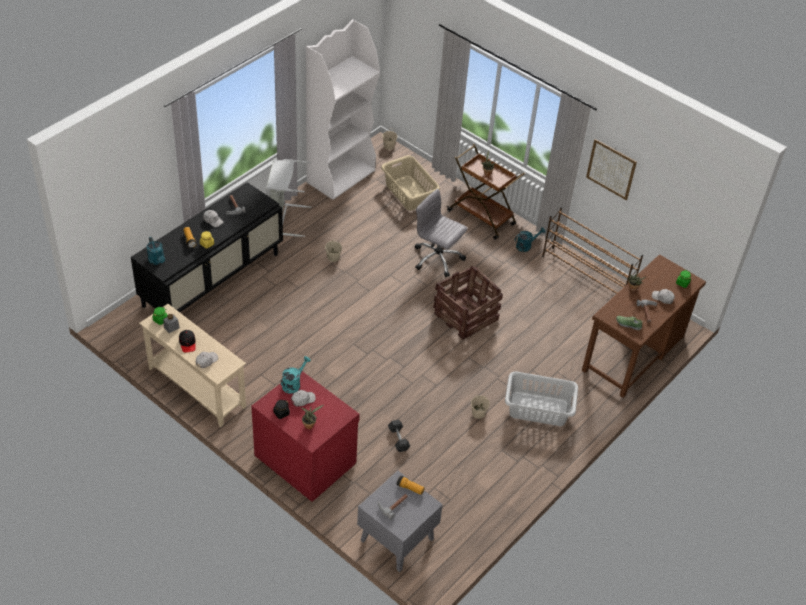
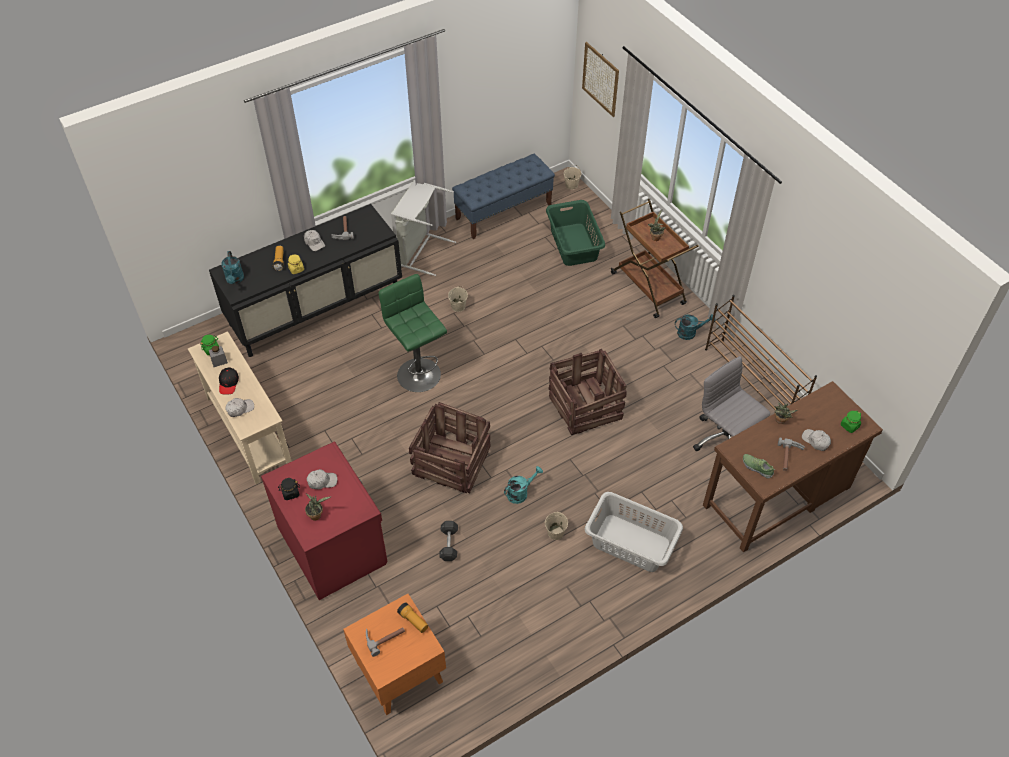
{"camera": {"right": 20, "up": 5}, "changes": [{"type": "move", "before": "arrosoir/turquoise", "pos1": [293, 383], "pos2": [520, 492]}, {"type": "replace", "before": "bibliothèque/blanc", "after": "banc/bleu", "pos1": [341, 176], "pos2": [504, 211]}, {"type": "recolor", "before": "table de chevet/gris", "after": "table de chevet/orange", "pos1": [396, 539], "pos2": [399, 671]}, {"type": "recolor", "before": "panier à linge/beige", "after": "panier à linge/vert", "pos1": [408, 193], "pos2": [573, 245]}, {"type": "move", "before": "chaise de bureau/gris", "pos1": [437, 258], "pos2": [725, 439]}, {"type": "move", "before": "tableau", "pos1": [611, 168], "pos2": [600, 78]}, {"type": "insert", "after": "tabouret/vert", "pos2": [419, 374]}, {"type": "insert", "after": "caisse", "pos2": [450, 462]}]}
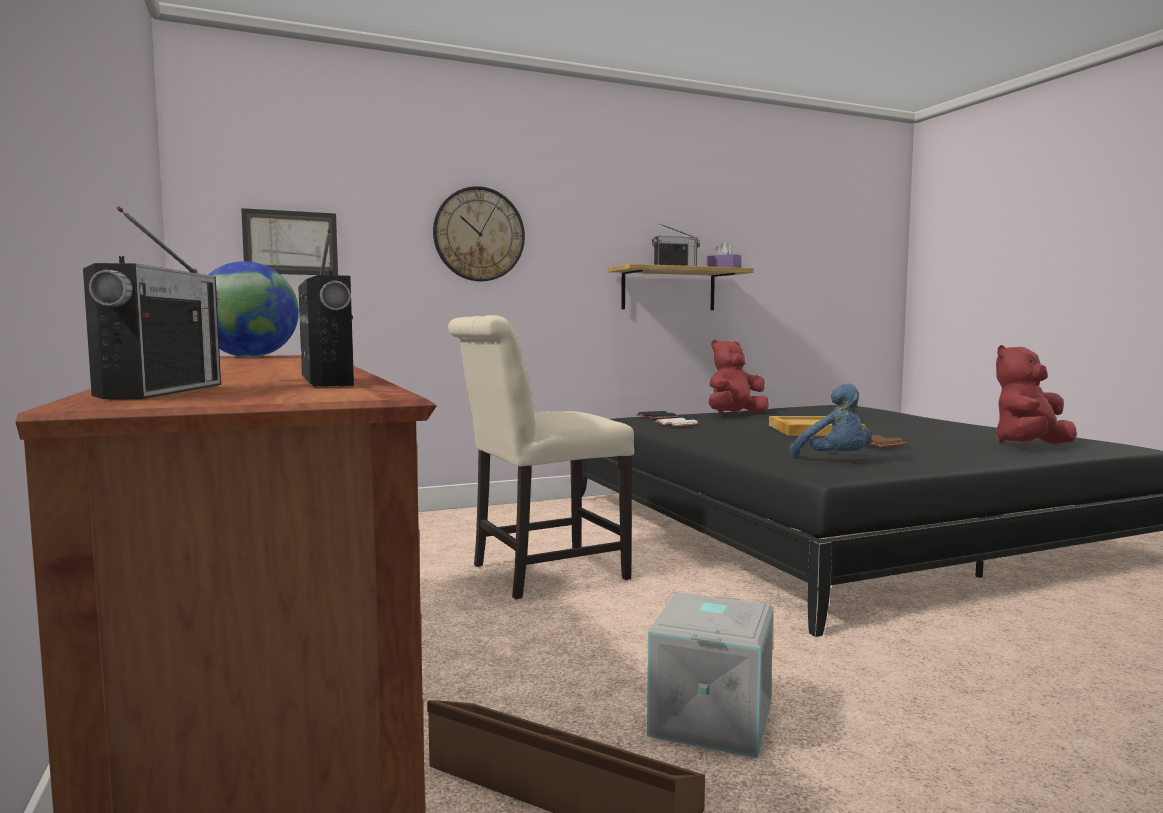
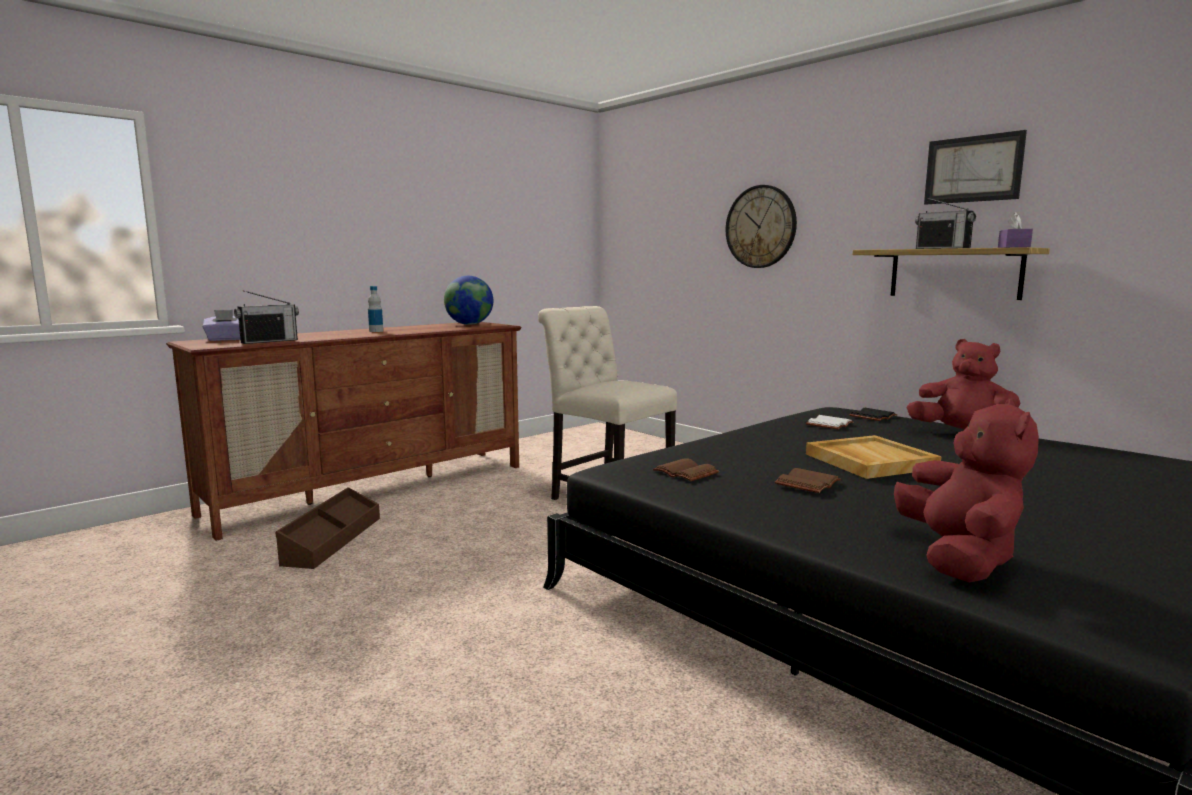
{"camera": {"right": 70, "up": 5}, "changes": [{"type": "replace", "before": "radio", "after": "boîte à mouchoirs/violet", "pos1": [163, 391], "pos2": [226, 339]}, {"type": "move", "before": "tableau", "pos1": [290, 243], "pos2": [973, 169]}, {"type": "delete", "before": "boîte de rangement/gris", "pos1": [709, 718]}, {"type": "replace", "before": "peluche/bleu", "after": "livre/marron", "pos1": [835, 460], "pos2": [684, 472]}, {"type": "rotate", "before": "peluche/rouge", "pos1": [1030, 446], "pos2": [958, 558], "turn": 60}, {"type": "insert", "after": "bouteille", "pos2": [376, 331]}]}
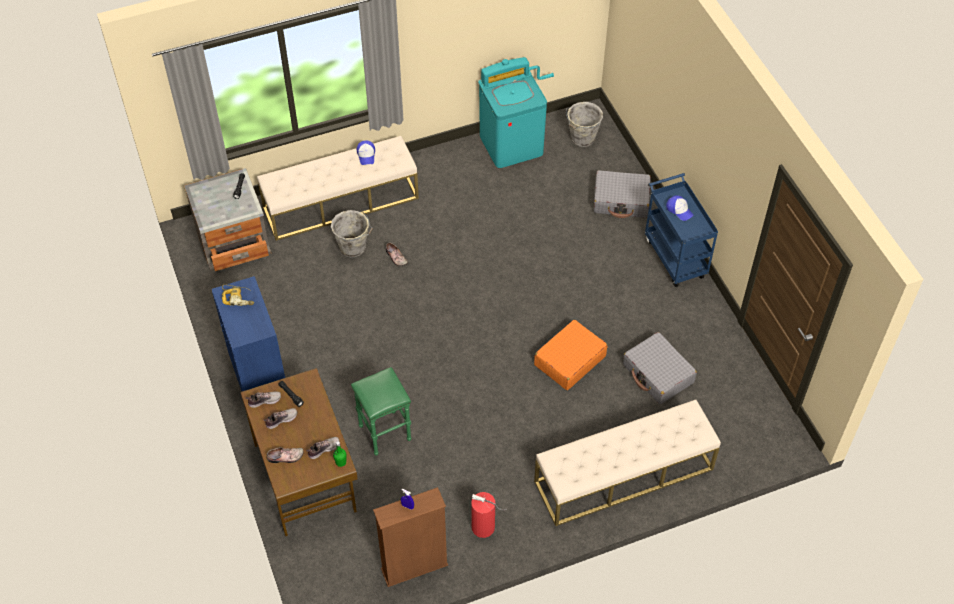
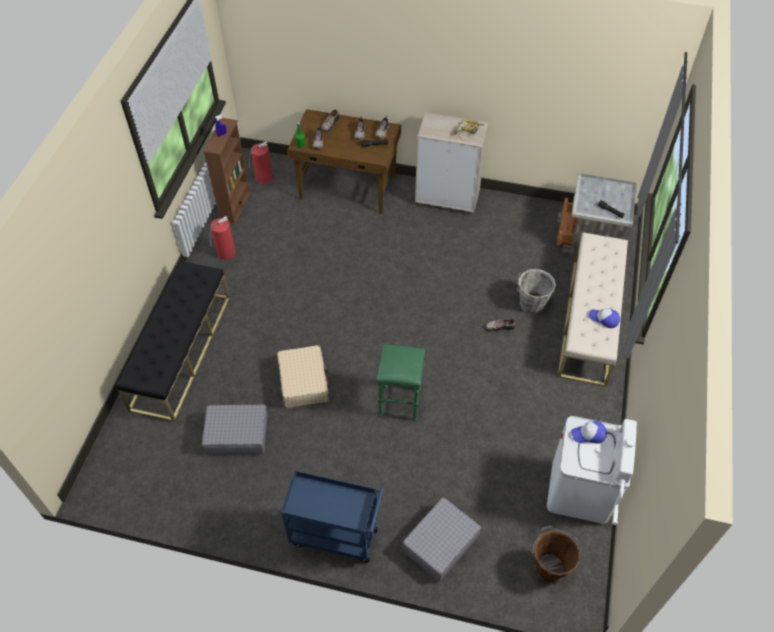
{"camera": {"right": 125, "up": 0}, "changes": [{"type": "recolor", "before": "meuble de rangement/bleu", "after": "meuble de rangement/beige", "pos1": [258, 376], "pos2": [448, 199]}, {"type": "move", "before": "tabouret/vert", "pos1": [386, 433], "pos2": [399, 403]}, {"type": "recolor", "before": "lave-linge/turquoise", "after": "lave-linge/blanc", "pos1": [512, 145], "pos2": [580, 493]}, {"type": "recolor", "before": "valise/orange", "after": "valise/beige", "pos1": [569, 360], "pos2": [303, 381]}, {"type": "recolor", "before": "banc/beige", "after": "banc/noir", "pos1": [623, 475], "pos2": [181, 351]}, {"type": "recolor", "before": "seau/gris", "after": "seau/marron", "pos1": [582, 138], "pos2": [549, 566]}, {"type": "move", "before": "casquette", "pos1": [679, 210], "pos2": [589, 434]}, {"type": "insert", "after": "extincteur", "pos2": [263, 178]}]}
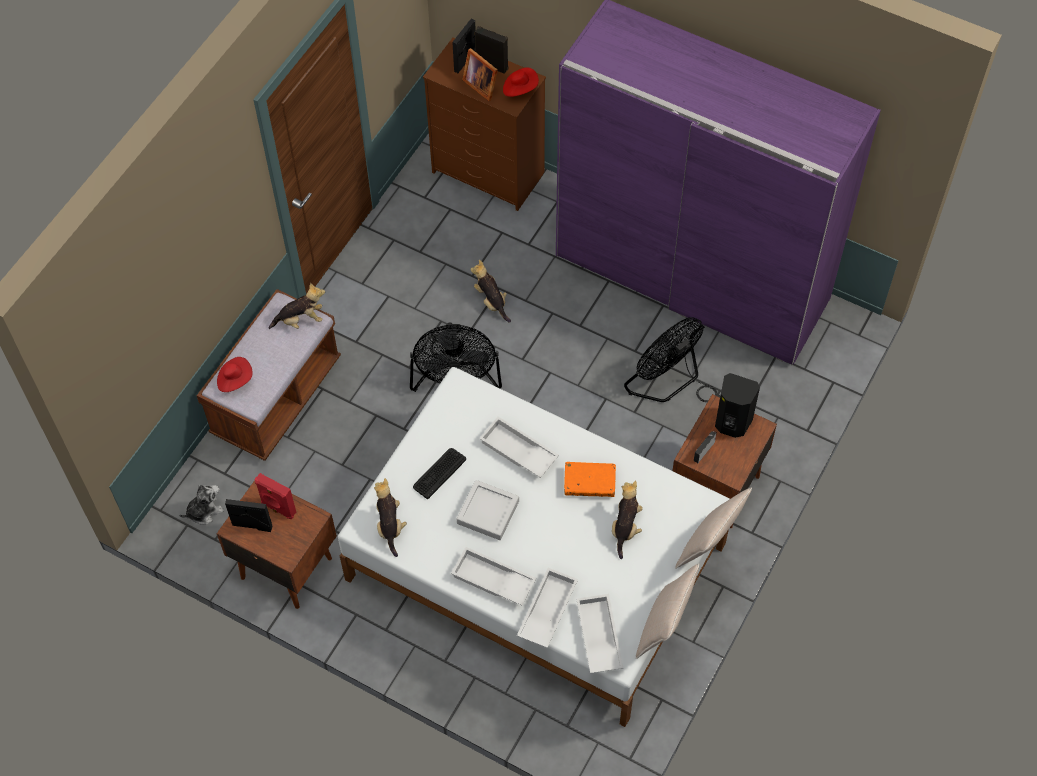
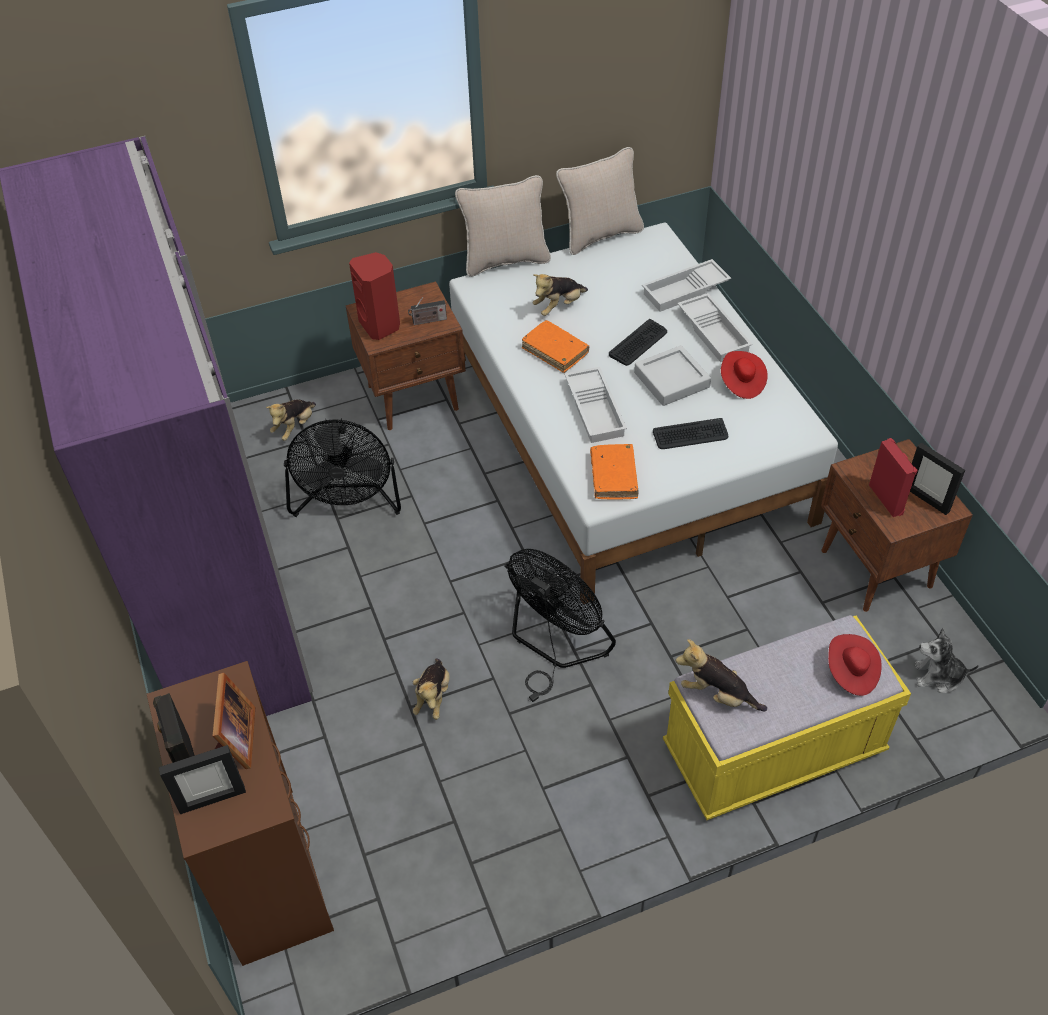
{"camera": {"right": -140, "up": -10}, "changes": [{"type": "recolor", "before": "banc/marron", "after": "banc/jaune", "pos1": [276, 398], "pos2": [773, 751]}, {"type": "move", "before": "peluche", "pos1": [390, 525], "pos2": [294, 427]}, {"type": "move", "before": "chapeau/rouge", "pos1": [520, 89], "pos2": [741, 383]}, {"type": "delete", "before": "plateau/blanc", "pos1": [597, 636]}, {"type": "recolor", "before": "enceinte/noir", "after": "enceinte/rouge", "pos1": [732, 423], "pos2": [381, 325]}, {"type": "insert", "after": "livre/orange", "pos2": [613, 477]}, {"type": "insert", "after": "clavier", "pos2": [638, 343]}]}
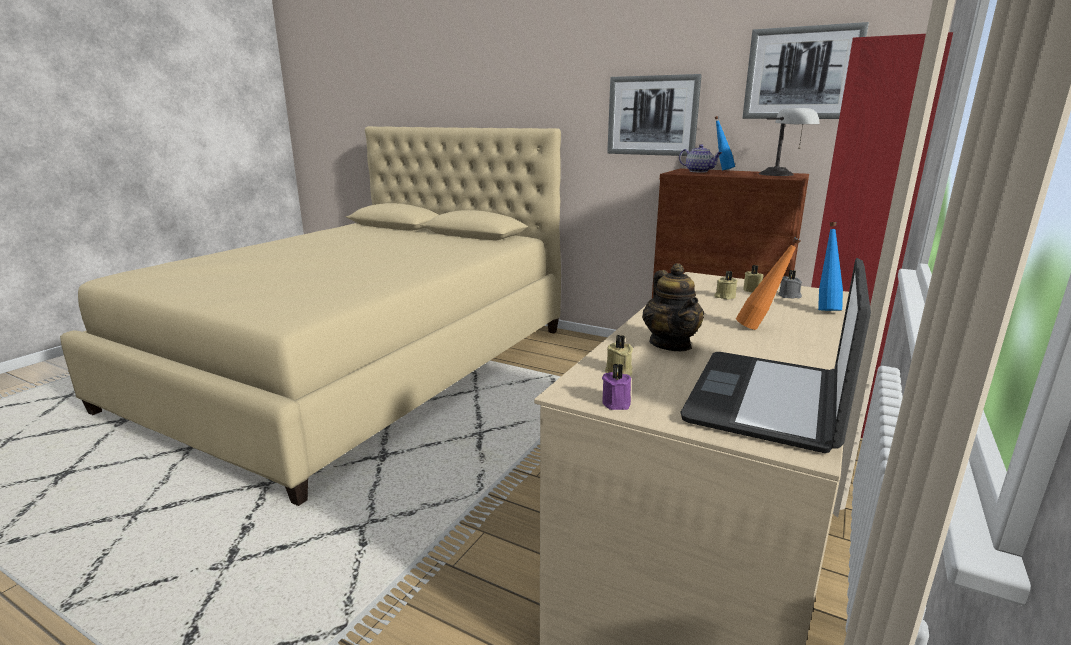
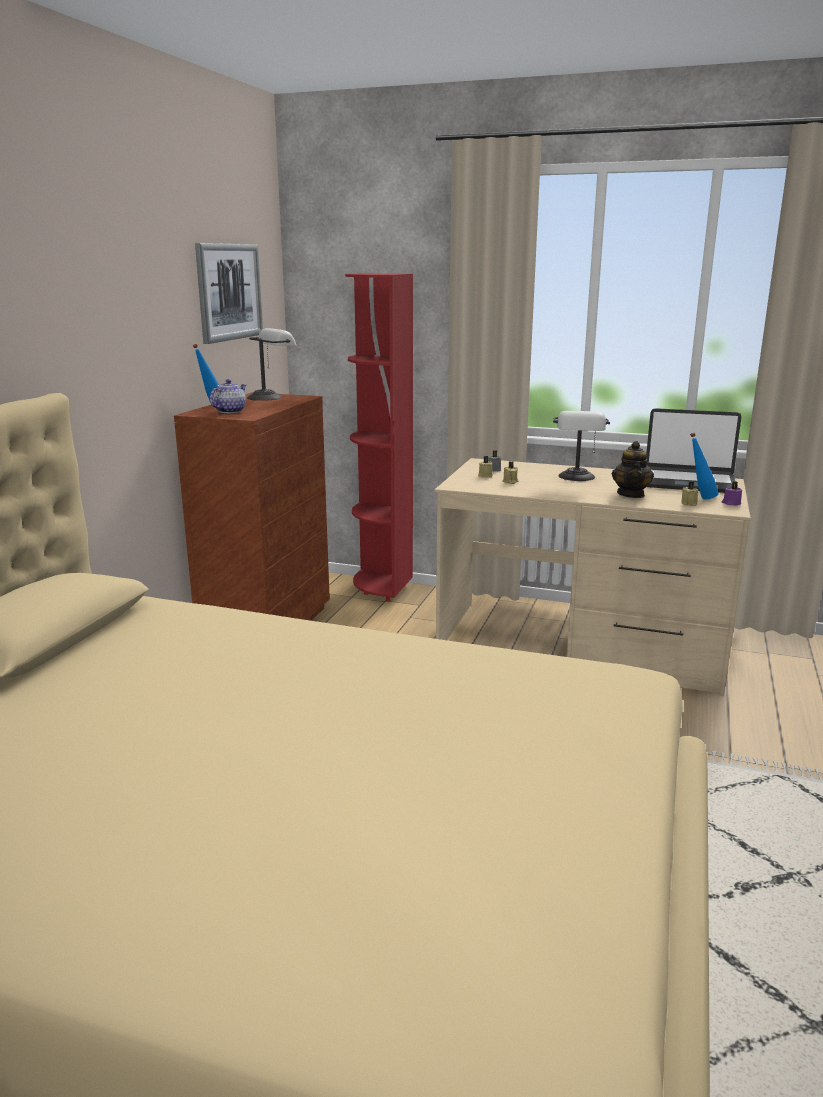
{"camera": {"right": -100, "up": 0}, "changes": [{"type": "delete", "before": "tableau", "pos1": [652, 116]}, {"type": "rotate", "before": "théière", "pos1": [670, 344], "pos2": [631, 494], "turn": 120}, {"type": "replace", "before": "bouteille/orange", "after": "lampe de table", "pos1": [760, 328], "pos2": [578, 478]}, {"type": "move", "before": "bouteille/bleu", "pos1": [825, 309], "pos2": [700, 498]}]}
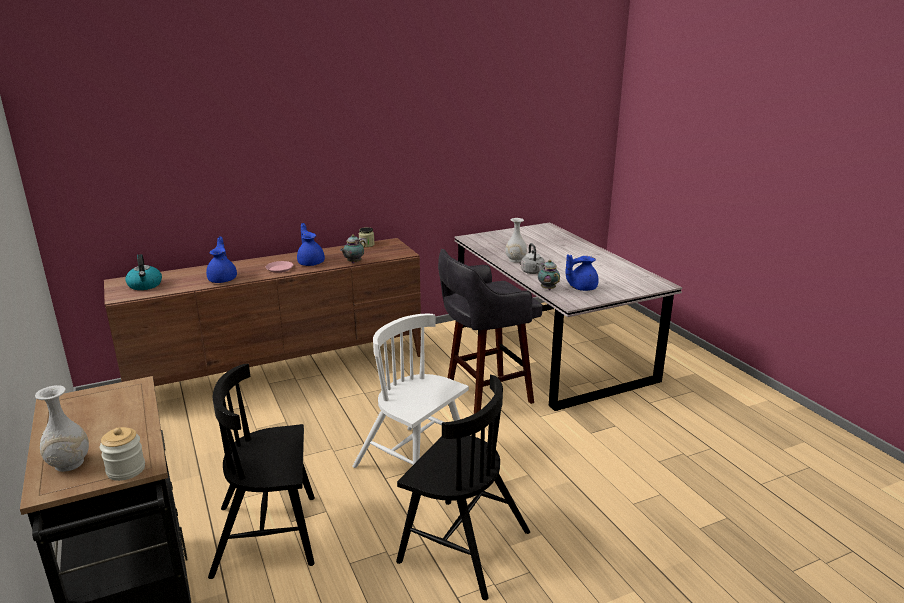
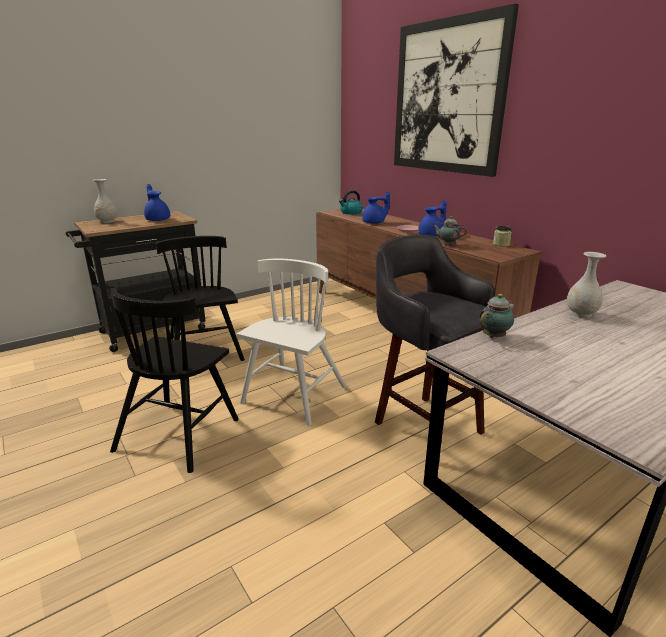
{"camera": {"right": 80, "up": 0}, "changes": [{"type": "delete", "before": "bocal", "pos1": [126, 470]}, {"type": "delete", "before": "bouilloire/gris", "pos1": [532, 272]}, {"type": "move", "before": "théière/bleu", "pos1": [581, 288], "pos2": [158, 219]}, {"type": "insert", "after": "tableau", "pos2": [447, 98]}]}
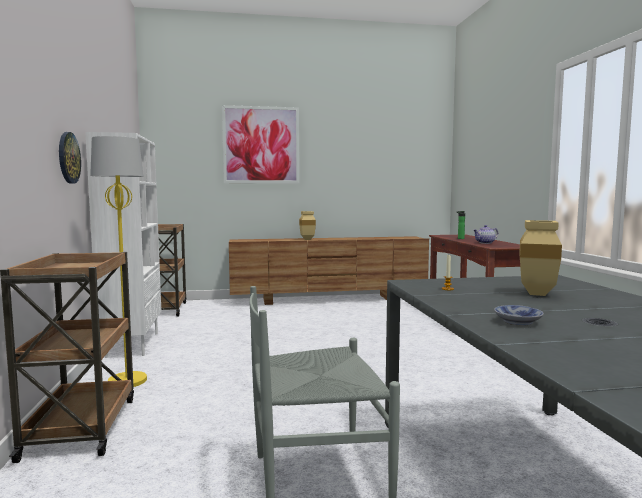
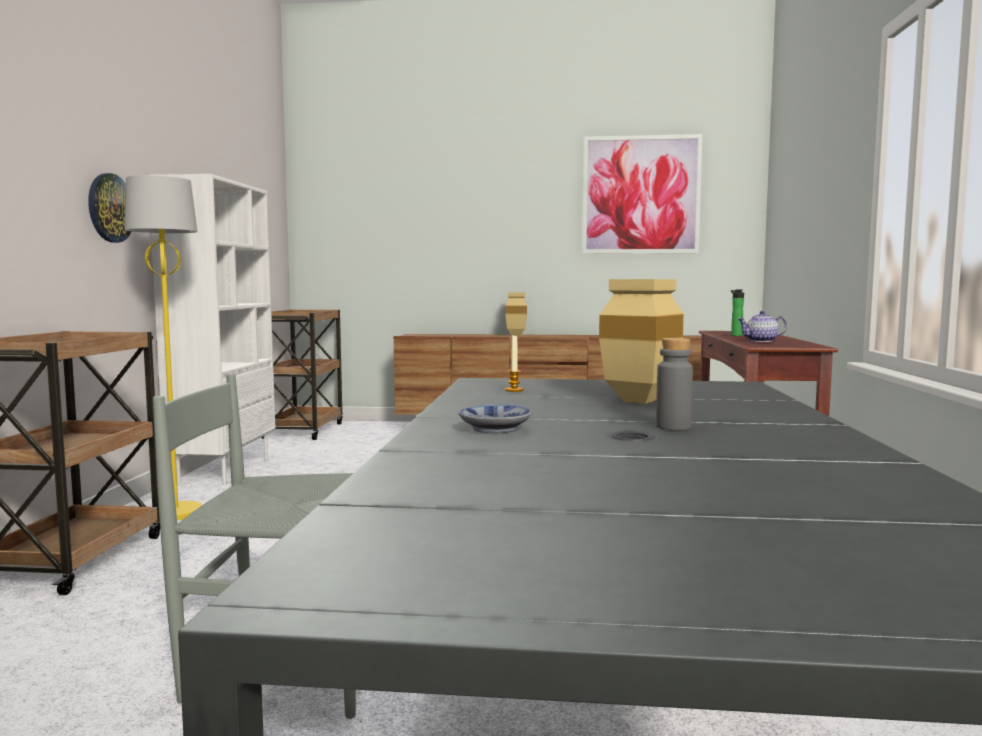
{"camera": {"right": 15, "up": 0}, "changes": [{"type": "move", "before": "tableau", "pos1": [261, 145], "pos2": [641, 195]}, {"type": "insert", "after": "bouteille/gris", "pos2": [673, 426]}]}
